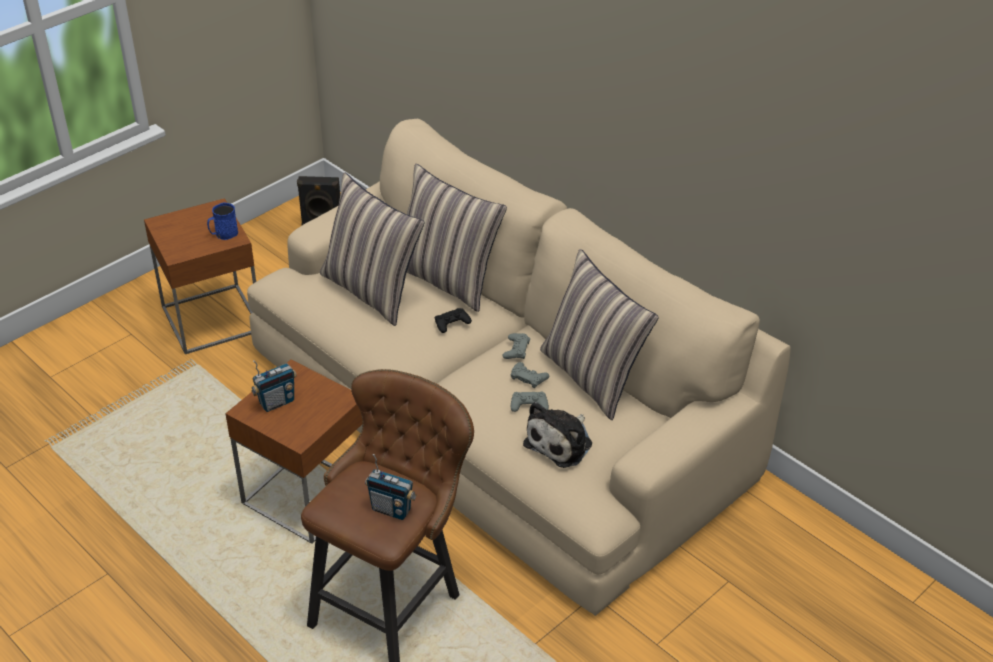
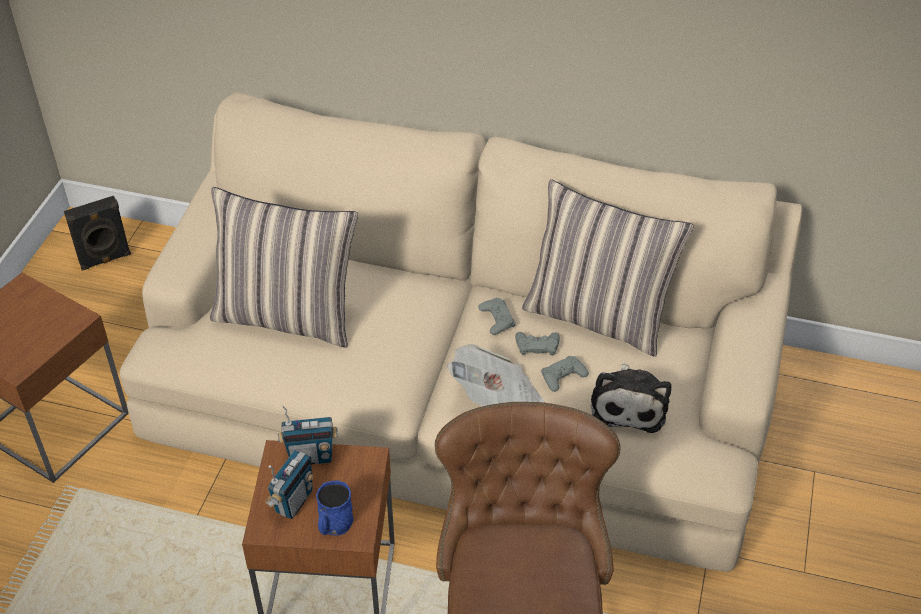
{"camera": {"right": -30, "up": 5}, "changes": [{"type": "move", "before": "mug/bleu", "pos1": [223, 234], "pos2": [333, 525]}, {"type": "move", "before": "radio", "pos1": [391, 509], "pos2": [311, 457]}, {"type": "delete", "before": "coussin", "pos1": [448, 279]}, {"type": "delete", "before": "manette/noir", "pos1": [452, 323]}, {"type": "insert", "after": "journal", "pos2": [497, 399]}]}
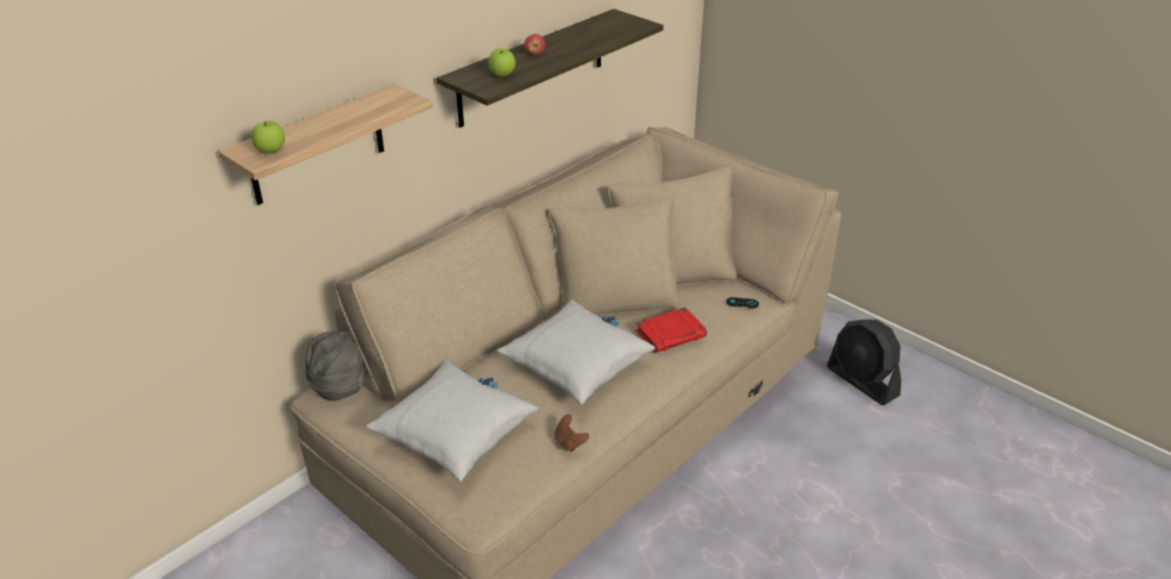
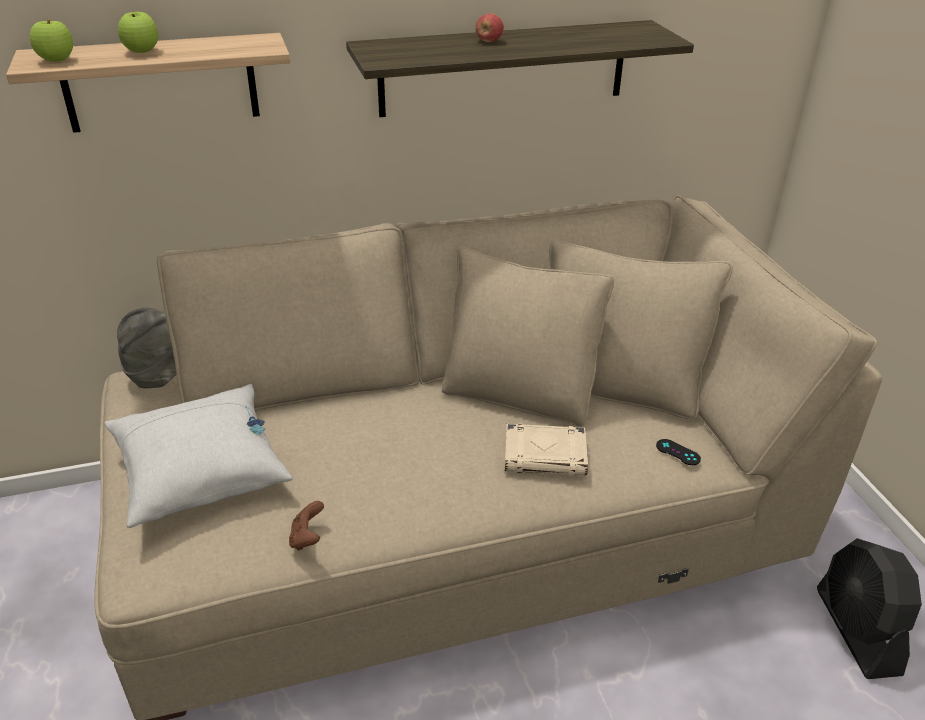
{"camera": {"right": 30, "up": 0}, "changes": [{"type": "move", "before": "pomme", "pos1": [502, 75], "pos2": [142, 51]}, {"type": "delete", "before": "coussin/gris", "pos1": [576, 366]}, {"type": "recolor", "before": "livre/rouge", "after": "livre/beige", "pos1": [671, 334], "pos2": [546, 455]}]}
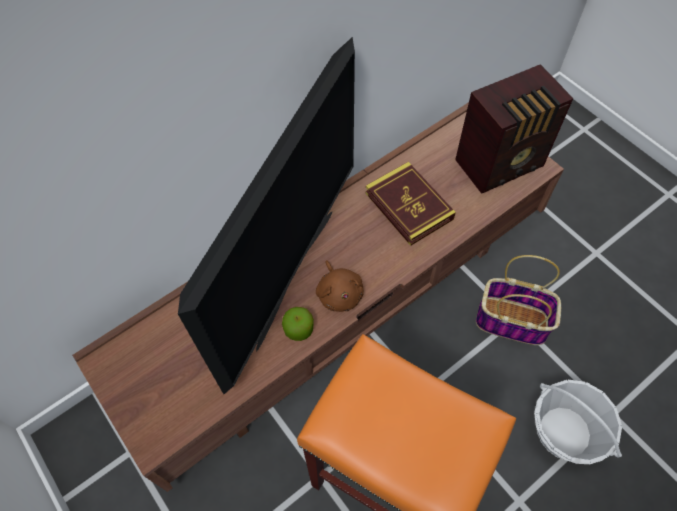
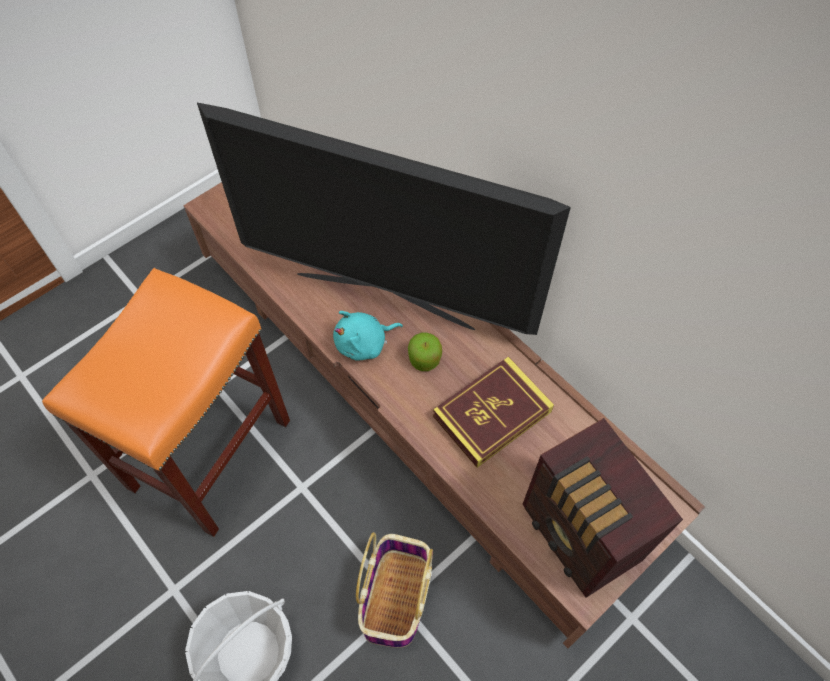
{"camera": {"right": 85, "up": 0}, "changes": [{"type": "move", "before": "pomme", "pos1": [299, 329], "pos2": [424, 359]}, {"type": "recolor", "before": "peluche/marron", "after": "peluche/turquoise", "pos1": [339, 293], "pos2": [364, 343]}]}
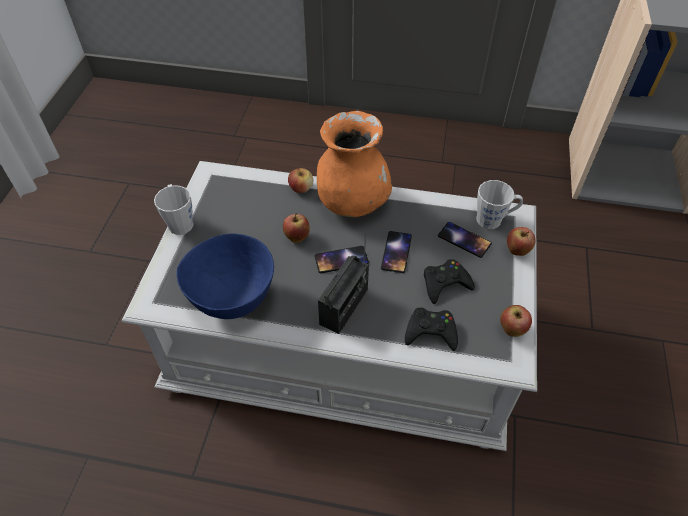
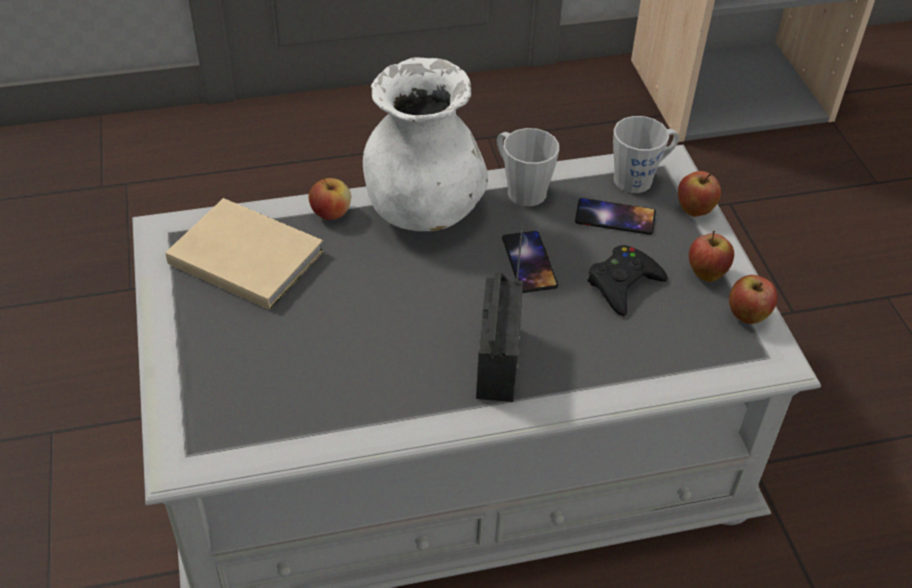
{"camera": {"right": -25, "up": -5}, "changes": [{"type": "move", "before": "mug/gris", "pos1": [180, 221], "pos2": [521, 189]}, {"type": "delete", "before": "bol/bleu", "pos1": [234, 302]}, {"type": "move", "before": "pomme", "pos1": [297, 238], "pos2": [706, 274]}, {"type": "delete", "before": "téléphone", "pos1": [341, 260]}, {"type": "recolor", "before": "vase/orange", "after": "vase/blanc", "pos1": [352, 202], "pos2": [422, 211]}, {"type": "delete", "before": "manette/noir", "pos1": [431, 332]}, {"type": "insert", "after": "livre/beige", "pos2": [244, 255]}]}
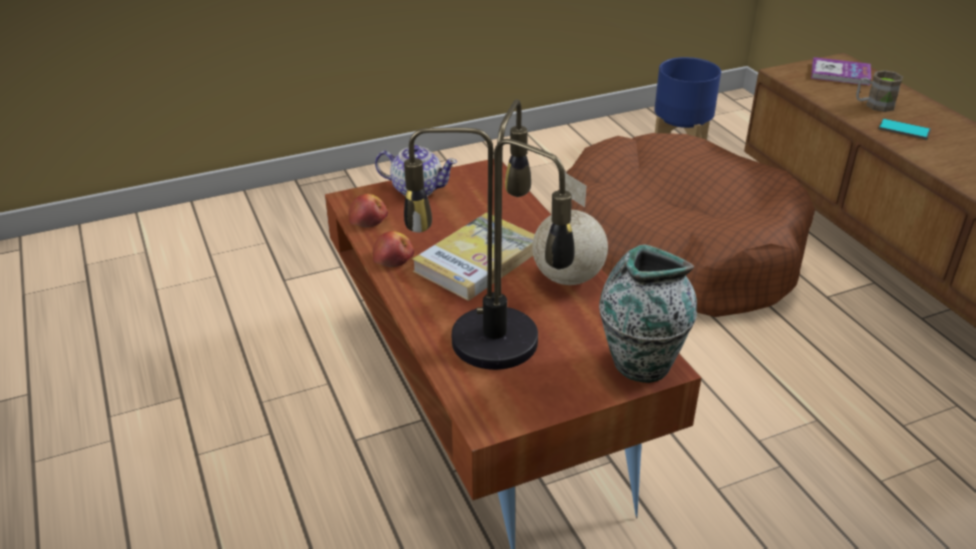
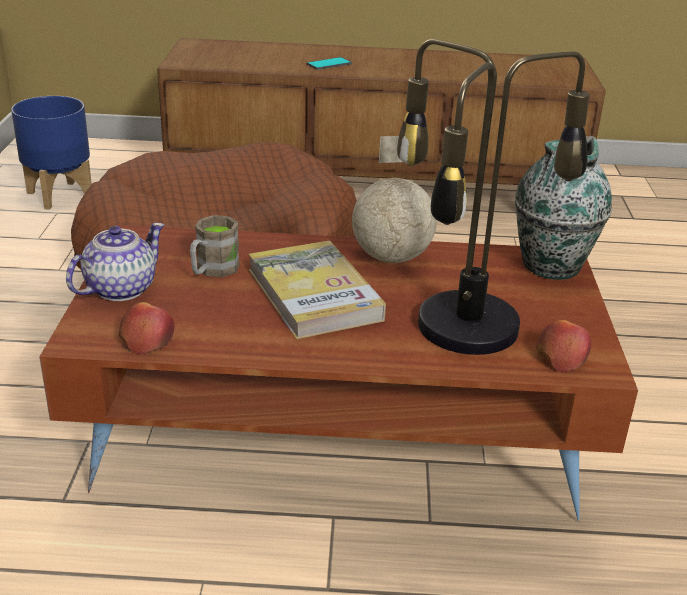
{"camera": {"right": -65, "up": -5}, "changes": [{"type": "move", "before": "pomme", "pos1": [393, 257], "pos2": [561, 356]}, {"type": "delete", "before": "livre", "pos1": [840, 73]}, {"type": "move", "before": "mug/marron", "pos1": [873, 105], "pos2": [212, 271]}]}
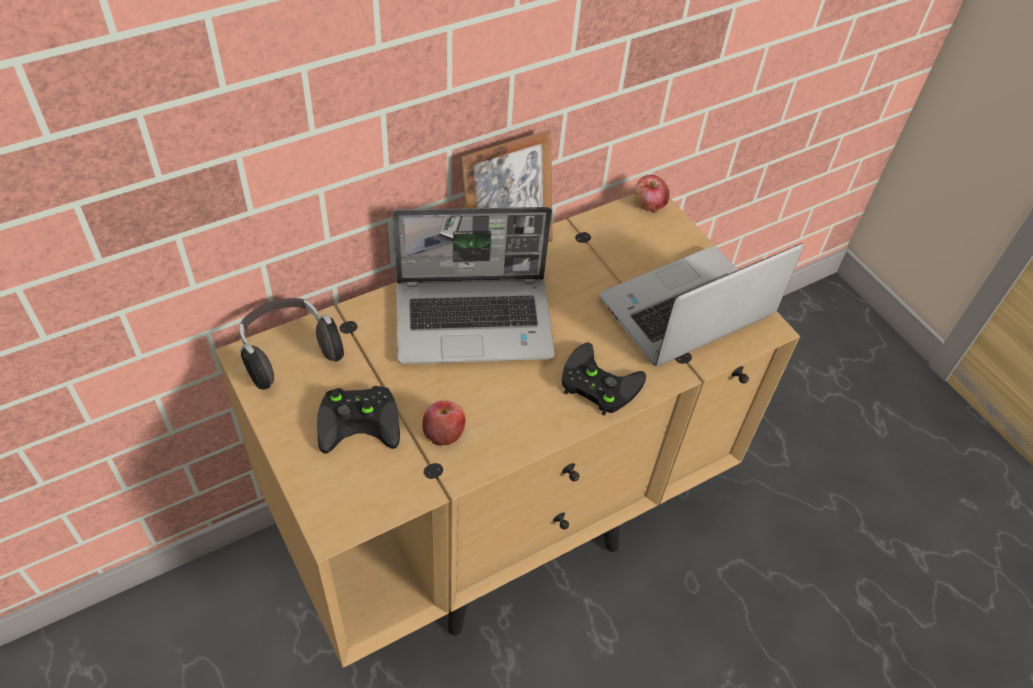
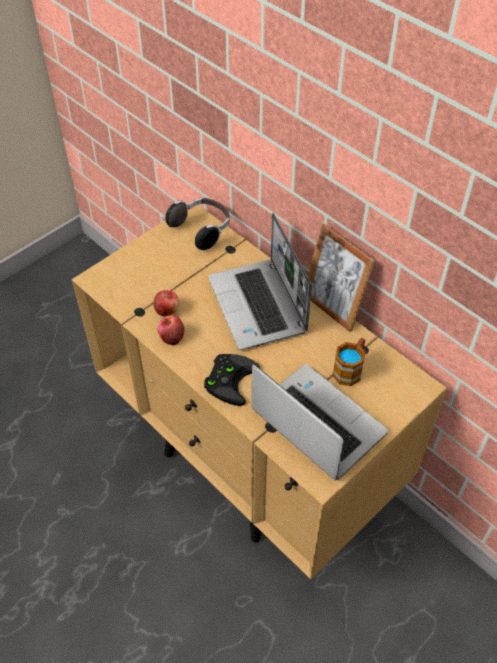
{"camera": {"right": 80, "up": 0}, "changes": [{"type": "delete", "before": "manette/noir", "pos1": [361, 420]}, {"type": "move", "before": "pomme", "pos1": [649, 204], "pos2": [171, 337]}, {"type": "insert", "after": "mug", "pos2": [350, 369]}]}
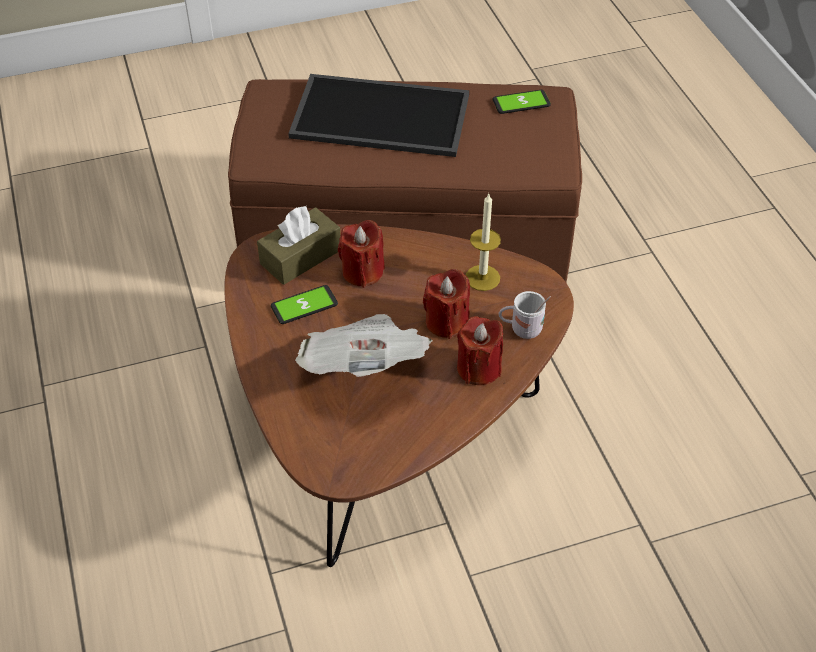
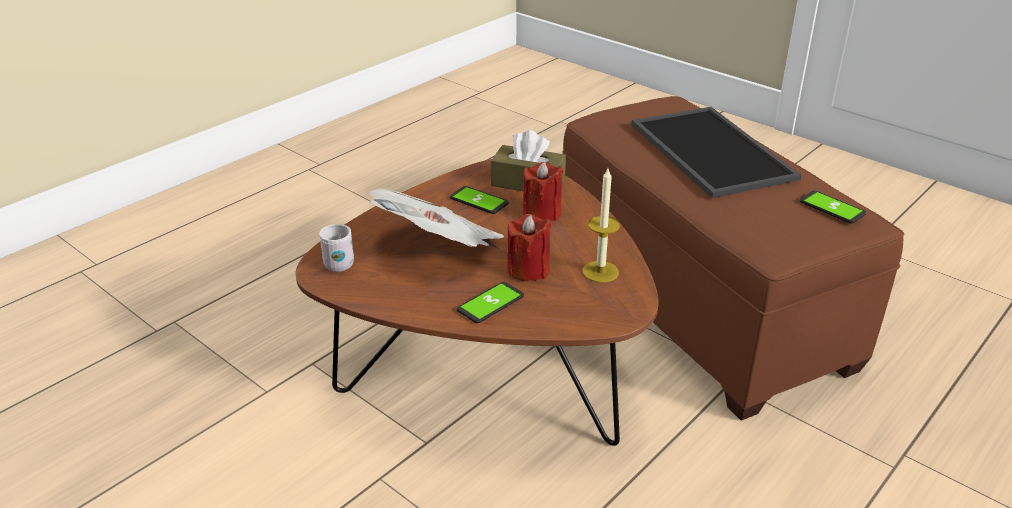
{"camera": {"right": 60, "up": -15}, "changes": [{"type": "replace", "before": "bougie/rouge", "after": "téléphone", "pos1": [479, 368], "pos2": [490, 303]}, {"type": "move", "before": "mug/blanc", "pos1": [521, 329], "pos2": [337, 263]}]}
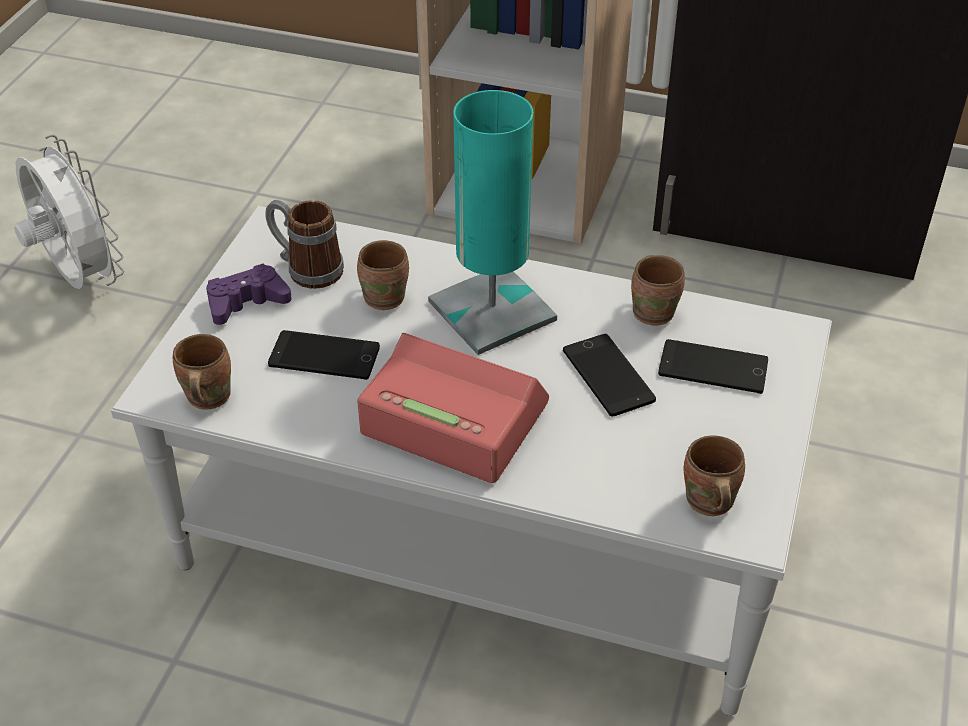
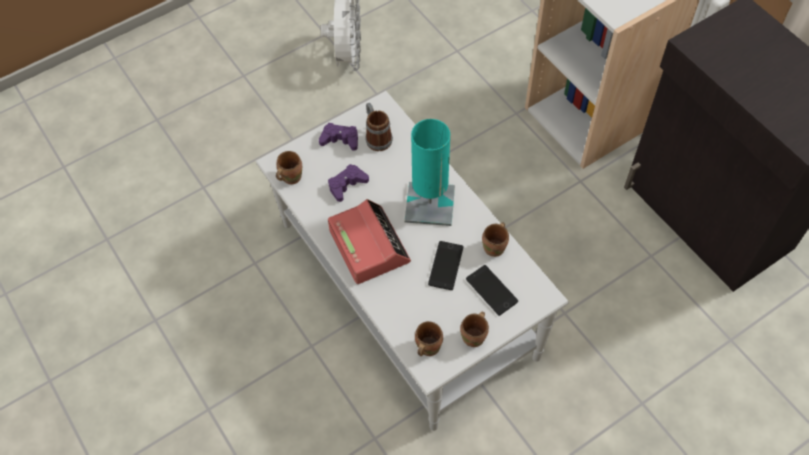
{"camera": {"right": 40, "up": 15}, "changes": [{"type": "replace", "before": "téléphone", "after": "manette/violet", "pos1": [324, 356], "pos2": [347, 185]}, {"type": "move", "before": "mug/marron", "pos1": [386, 296], "pos2": [475, 337]}]}
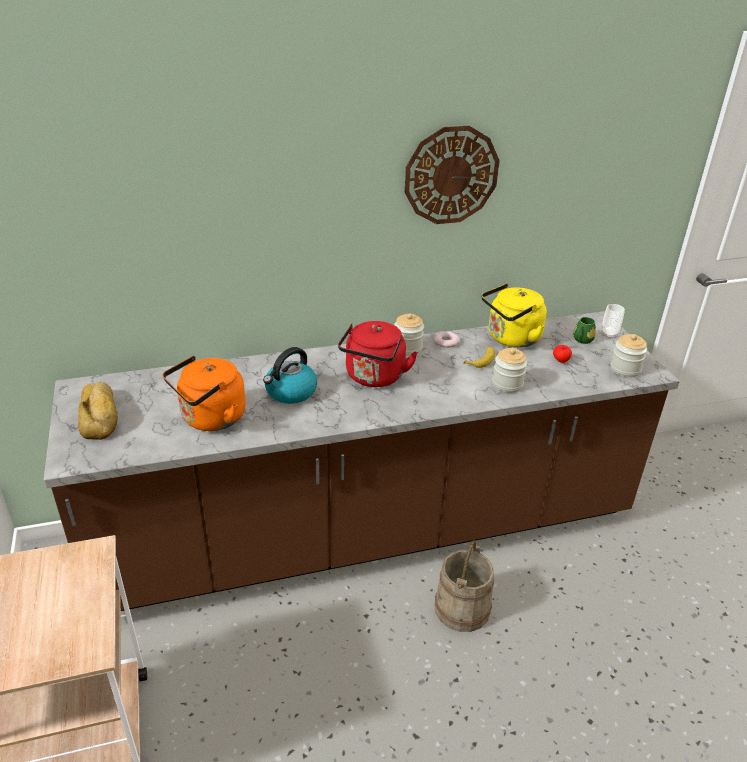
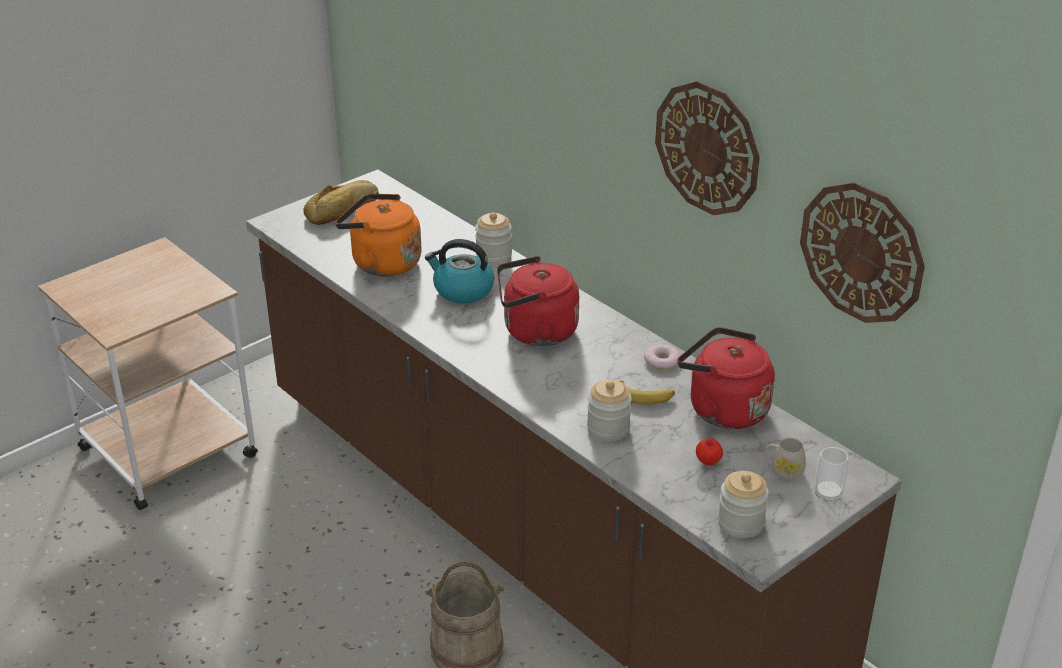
{"camera": {"right": 65, "up": 0}, "changes": [{"type": "move", "before": "bocal", "pos1": [407, 348], "pos2": [493, 255]}, {"type": "recolor", "before": "bouilloire/jaune", "after": "bouilloire/rouge", "pos1": [511, 339], "pos2": [723, 409]}, {"type": "recolor", "before": "mug/vert", "after": "mug/blanc", "pos1": [581, 340], "pos2": [782, 470]}, {"type": "insert", "after": "horloge murale", "pos2": [862, 252]}]}
